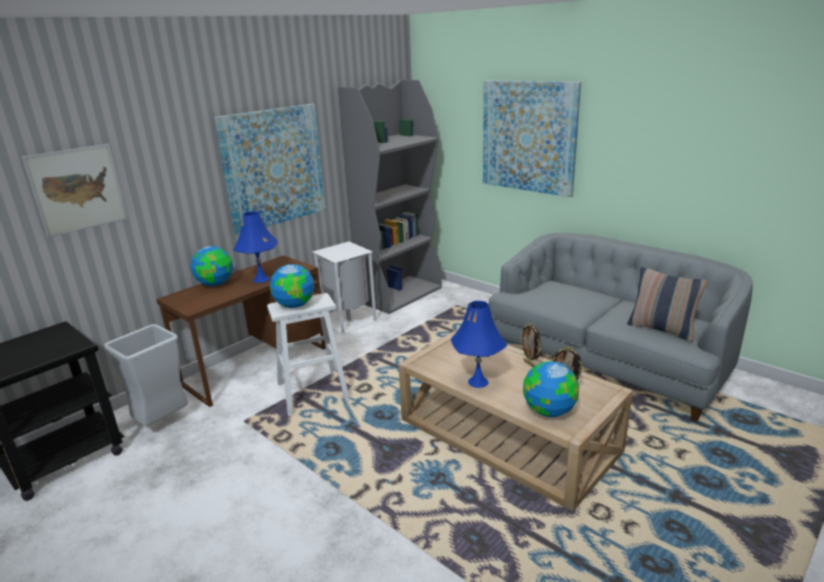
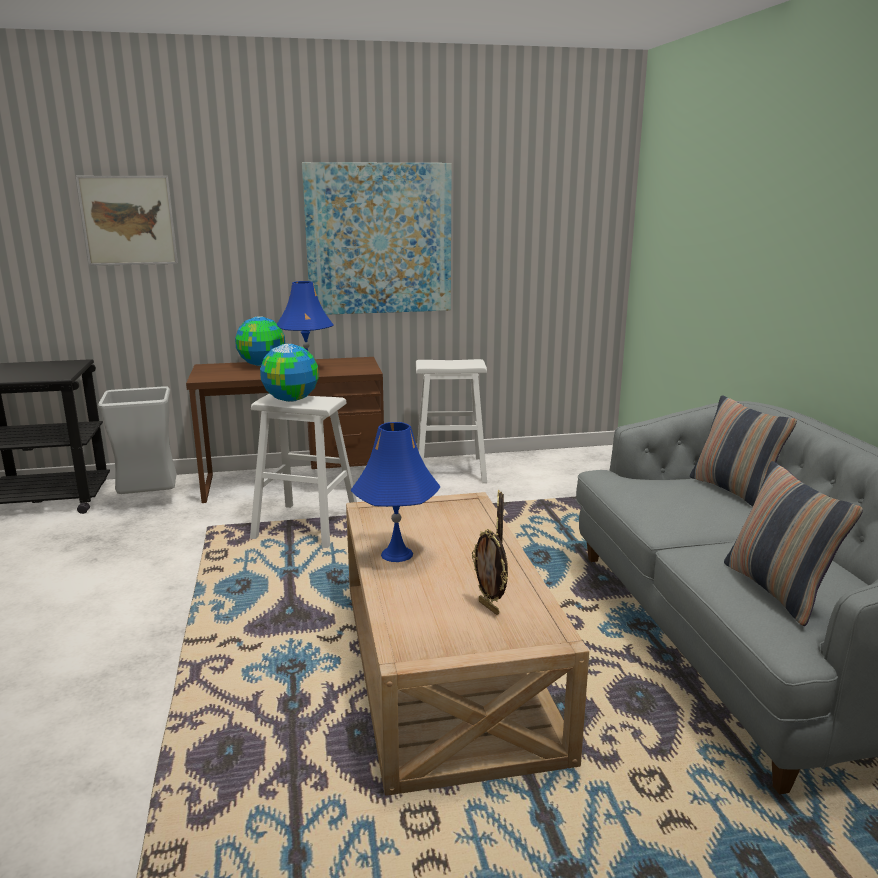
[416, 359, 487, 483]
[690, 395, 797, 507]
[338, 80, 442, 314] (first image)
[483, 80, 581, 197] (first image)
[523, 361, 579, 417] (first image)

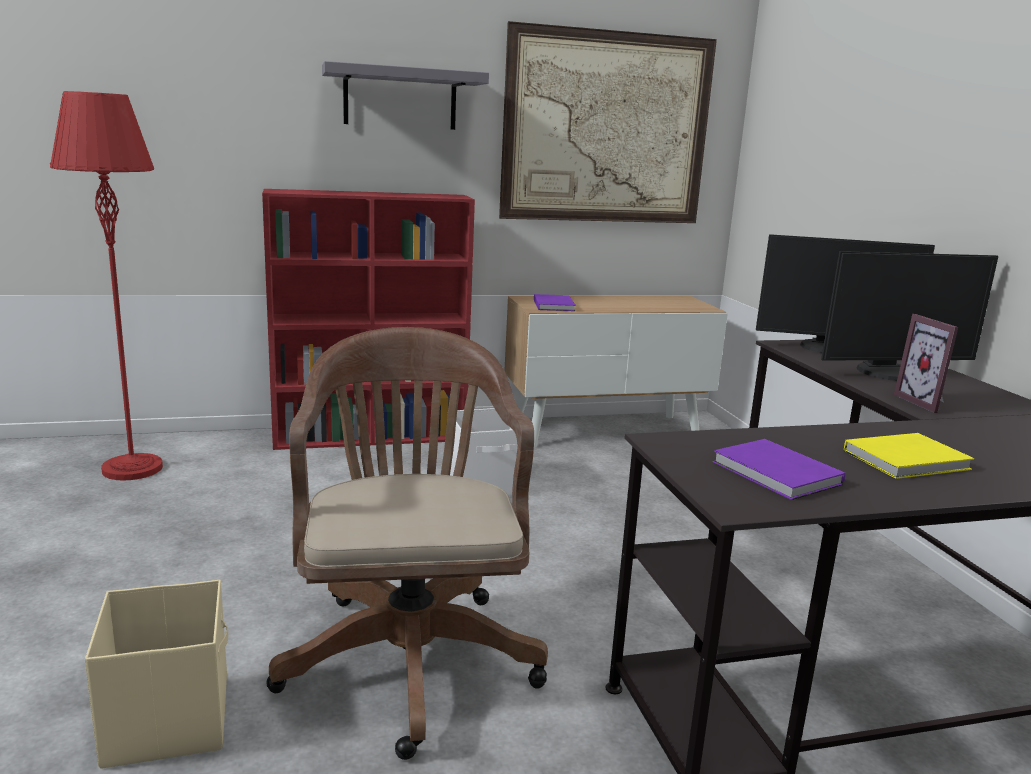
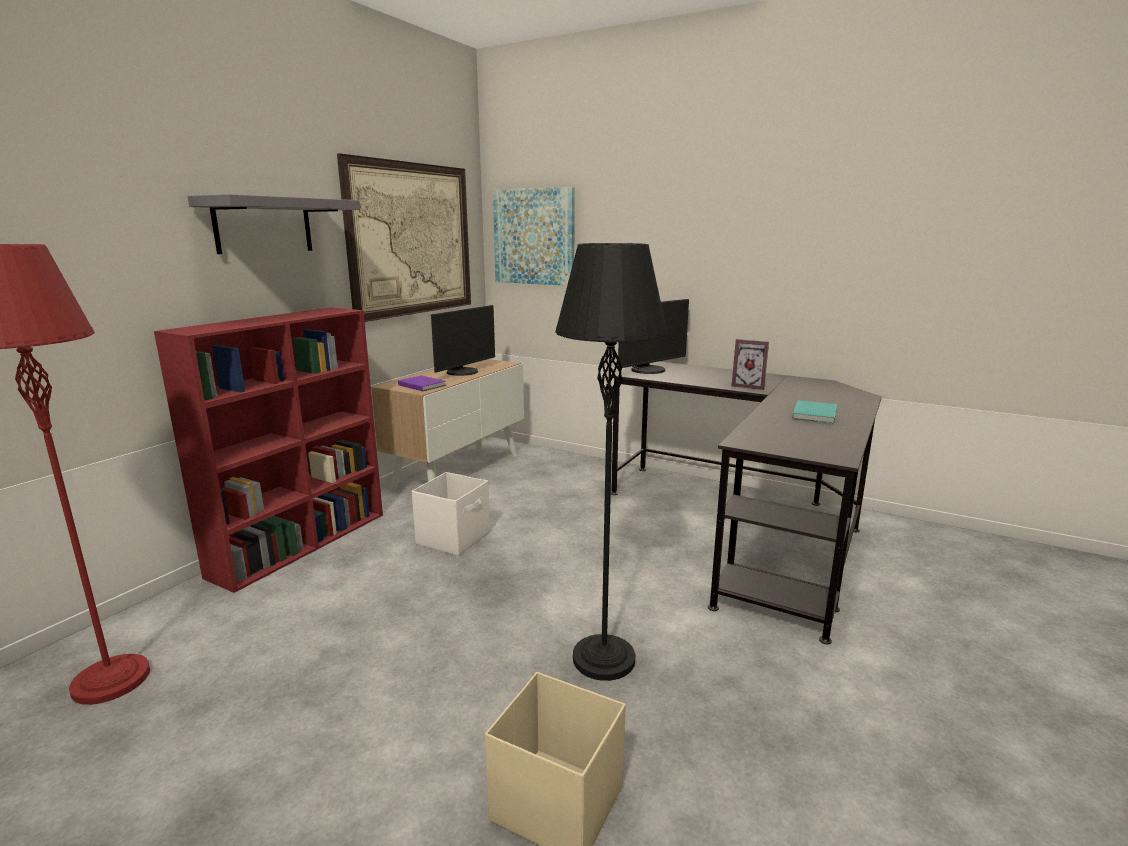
[431, 305, 495, 376]
[493, 187, 575, 286]
[555, 243, 667, 681]
[792, 400, 837, 424]
[713, 439, 845, 500] (first image)

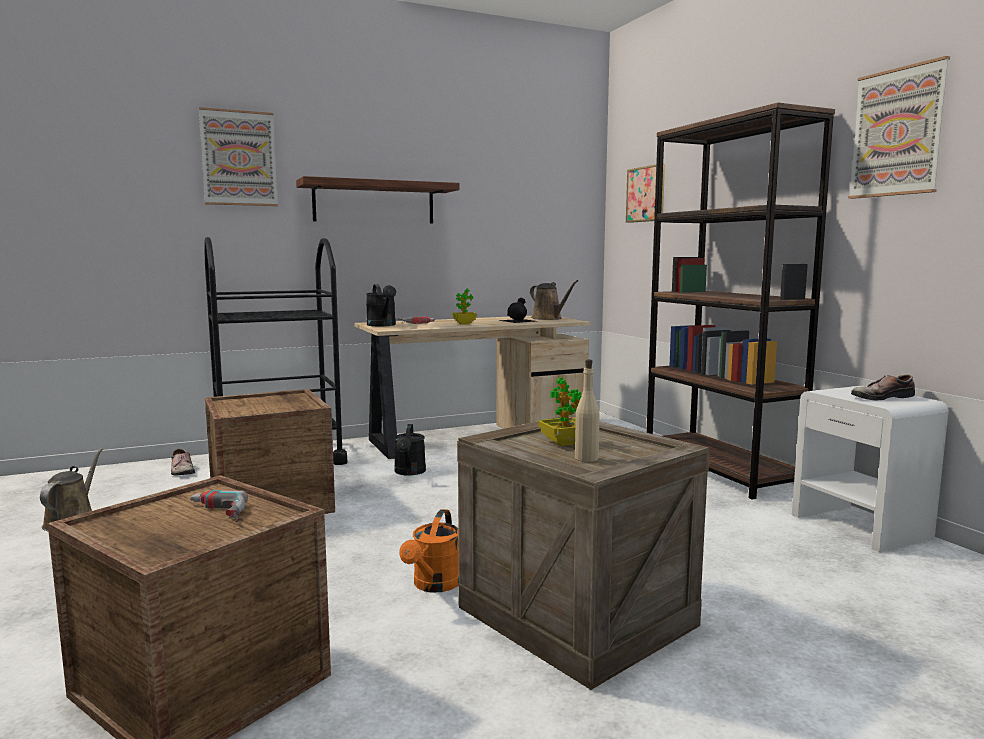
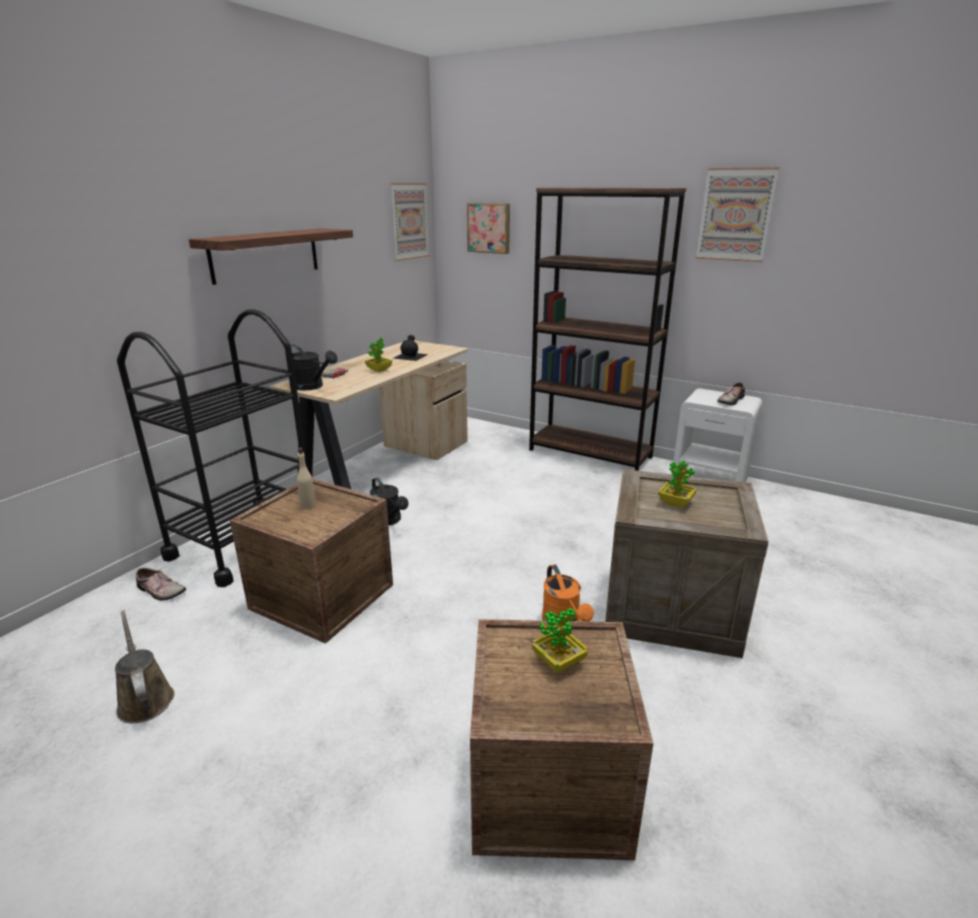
[297, 448, 316, 509]
[390, 183, 429, 261]
[532, 608, 588, 673]
[530, 280, 578, 320] (first image)

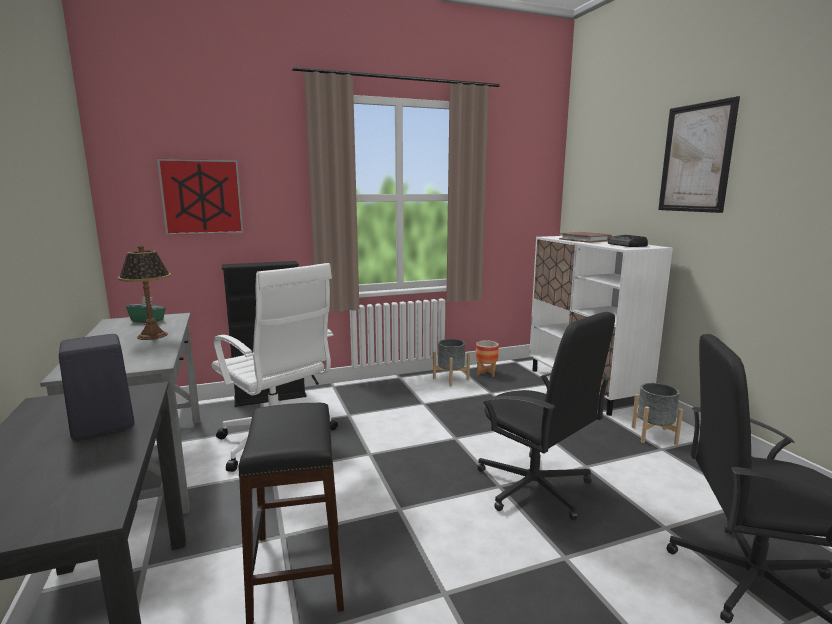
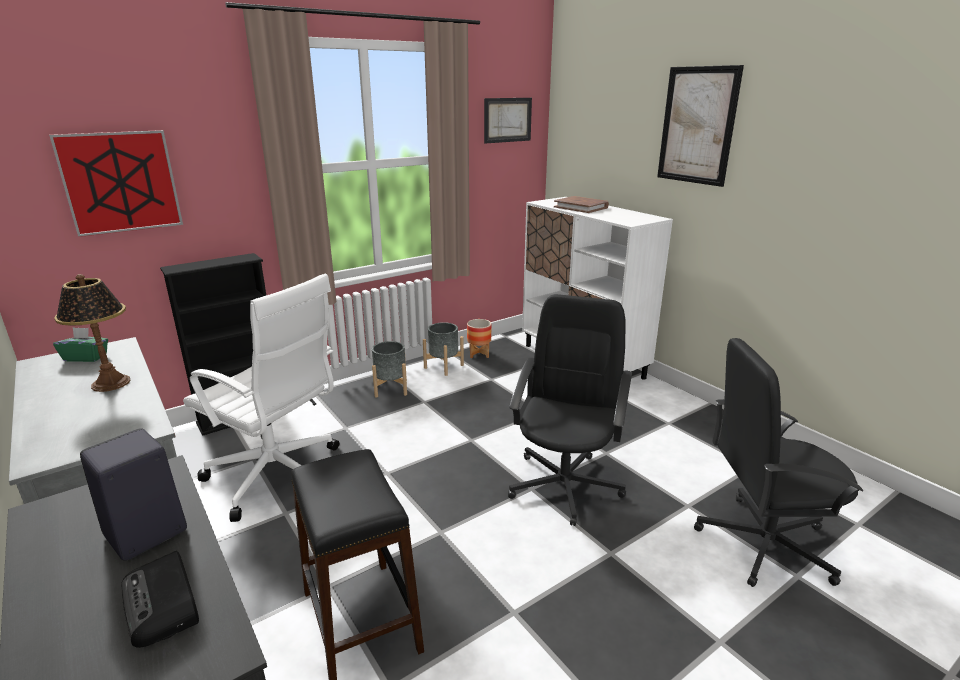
[121, 551, 199, 648]
[372, 341, 407, 398]
[484, 98, 532, 143]
[508, 294, 632, 526]

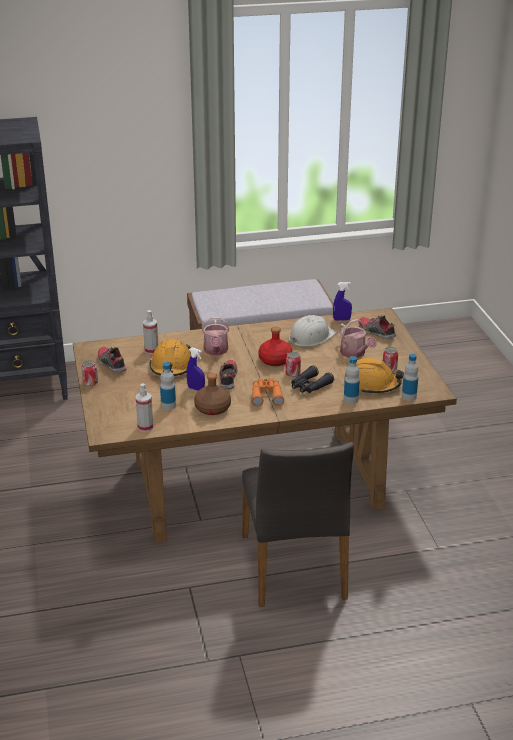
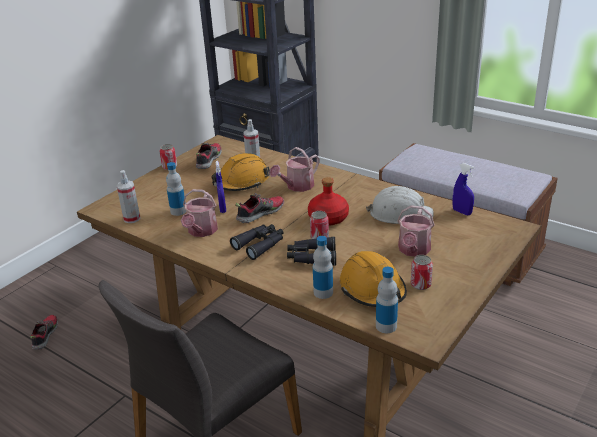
[30, 315, 58, 350]
[181, 189, 218, 237]
[230, 224, 284, 260]

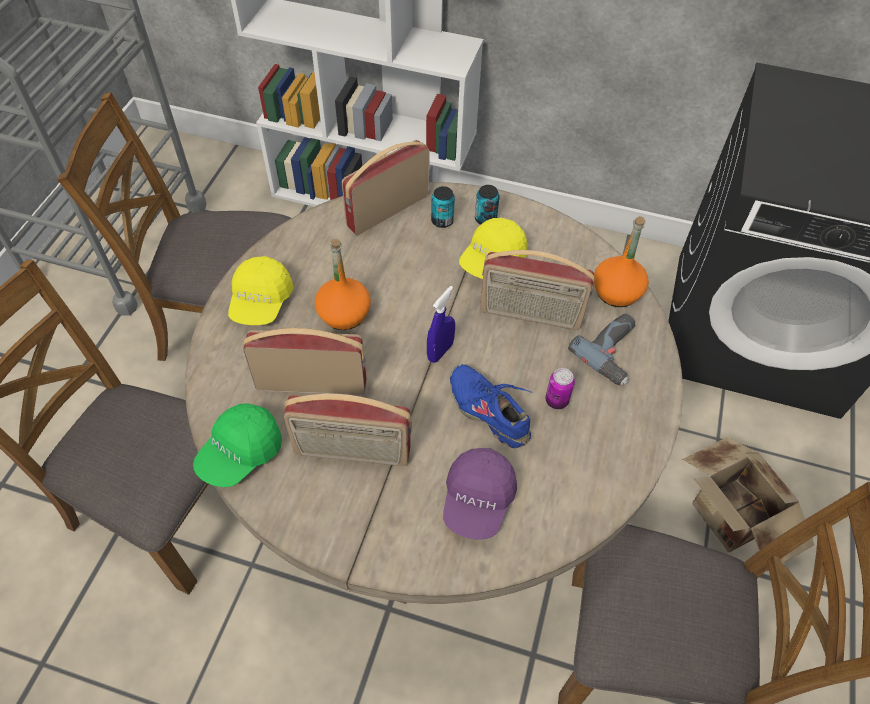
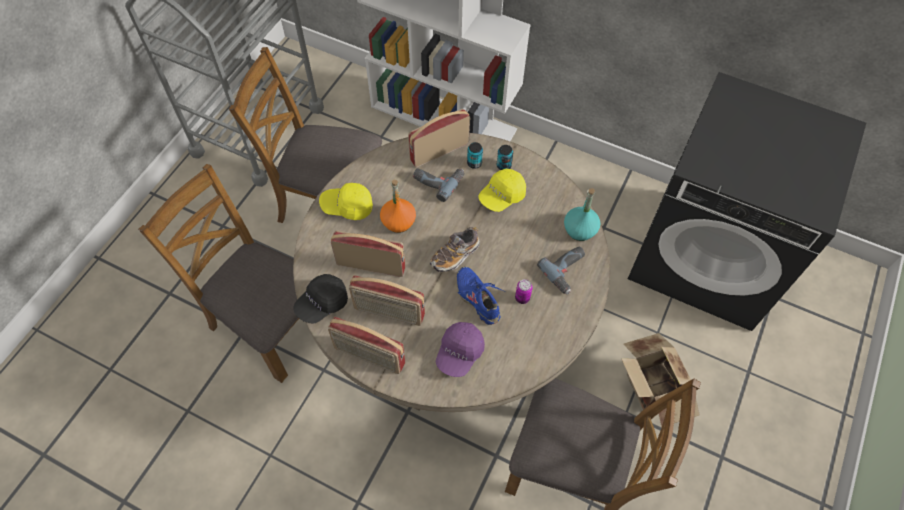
[293, 274, 348, 324]
[319, 183, 373, 220]
[328, 317, 405, 374]
[413, 168, 464, 202]
[430, 227, 480, 272]
[564, 188, 600, 241]

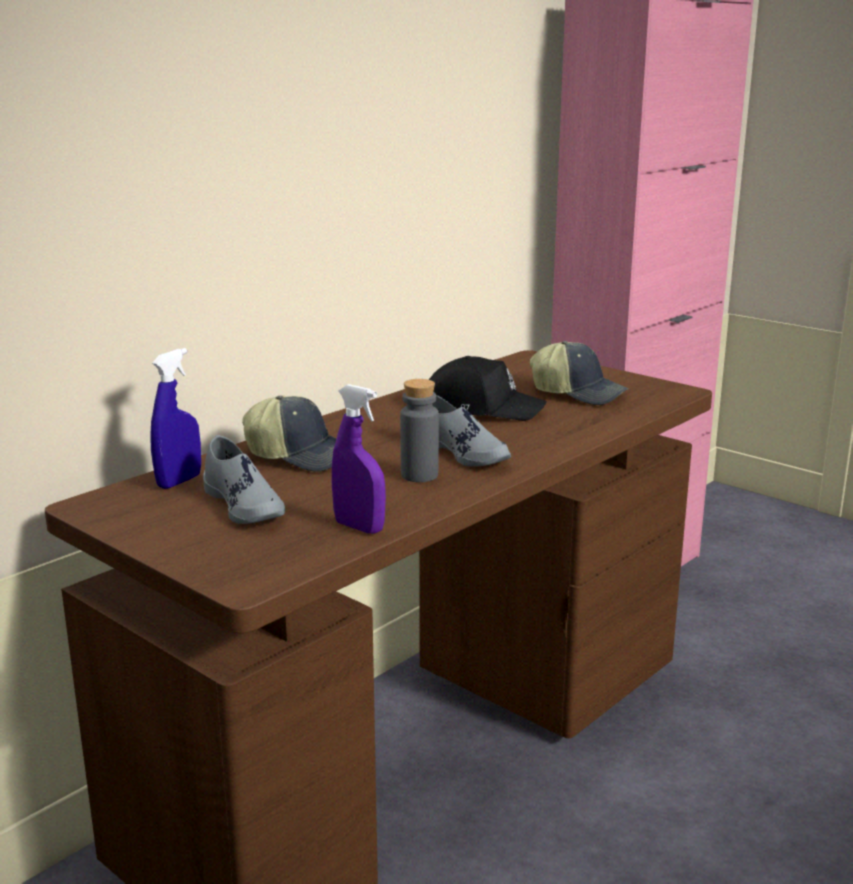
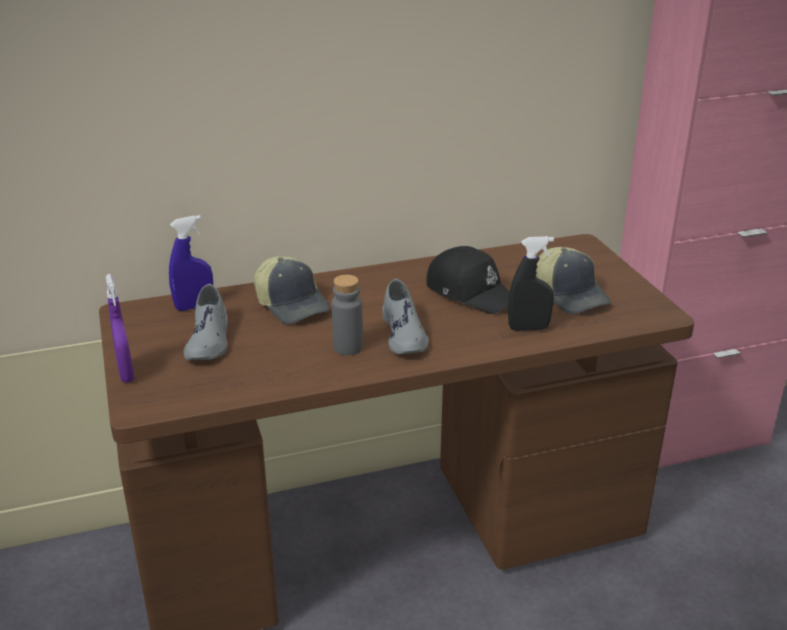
[106, 274, 135, 383]
[508, 236, 554, 331]

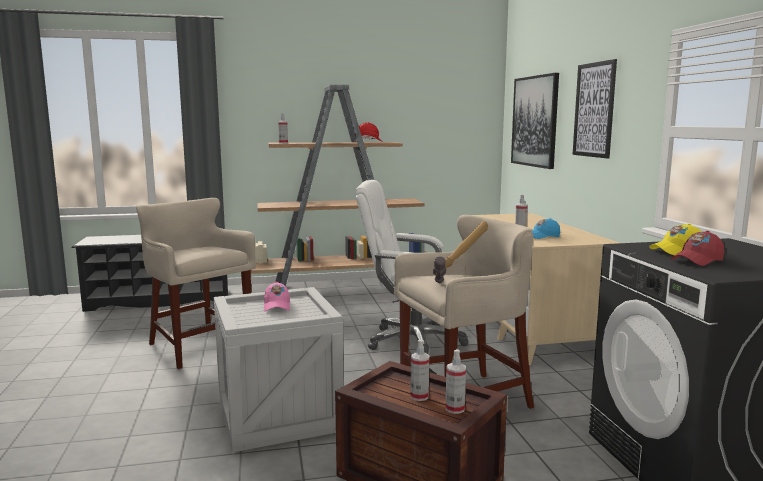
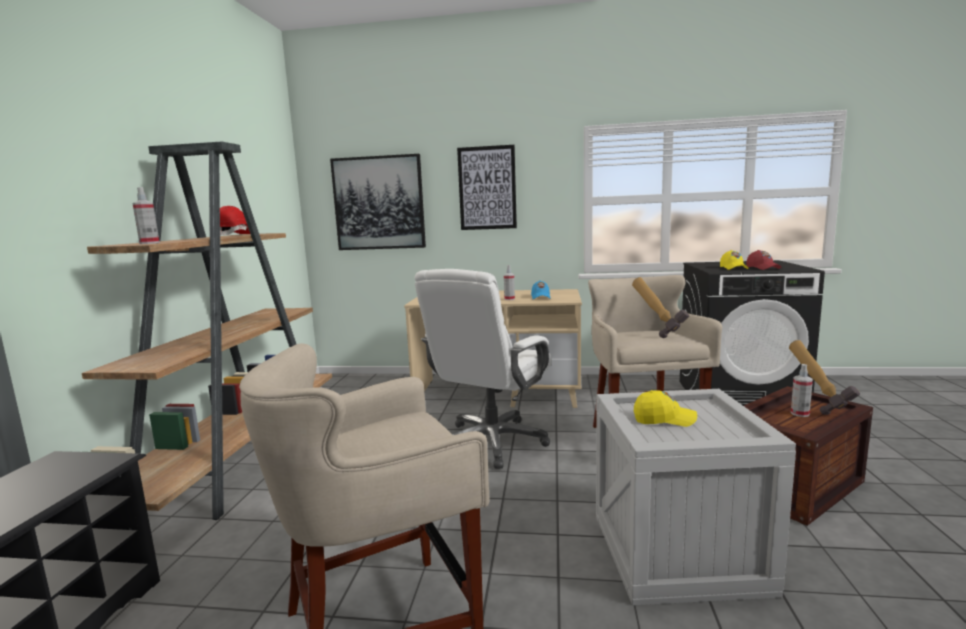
[634, 390, 697, 427]
[789, 340, 860, 415]

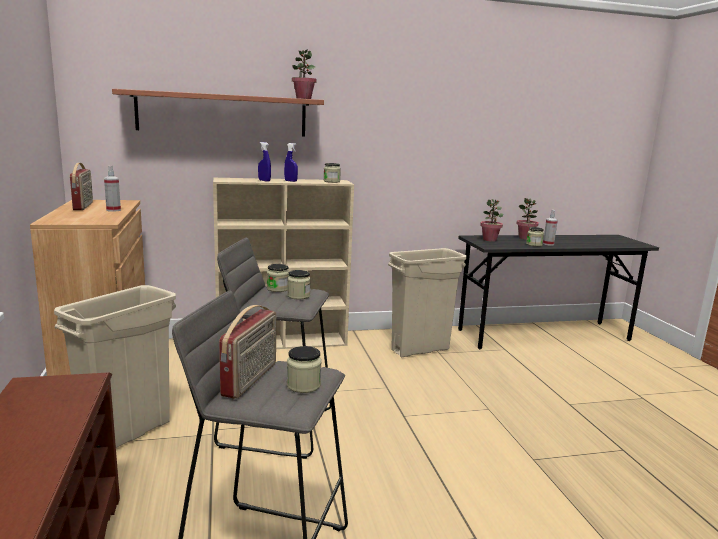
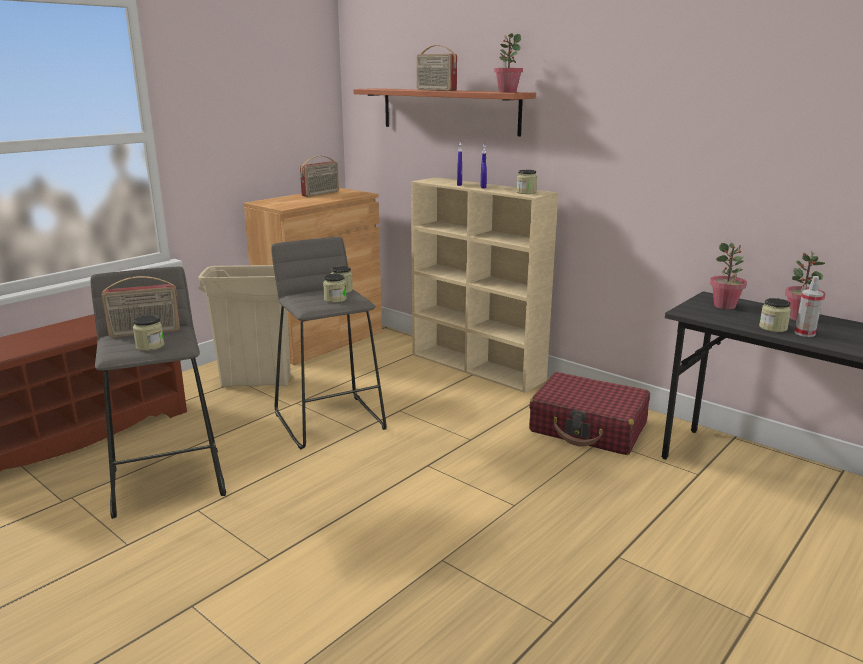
[417, 45, 457, 91]
[529, 372, 650, 455]
[104, 166, 121, 212] (first image)

